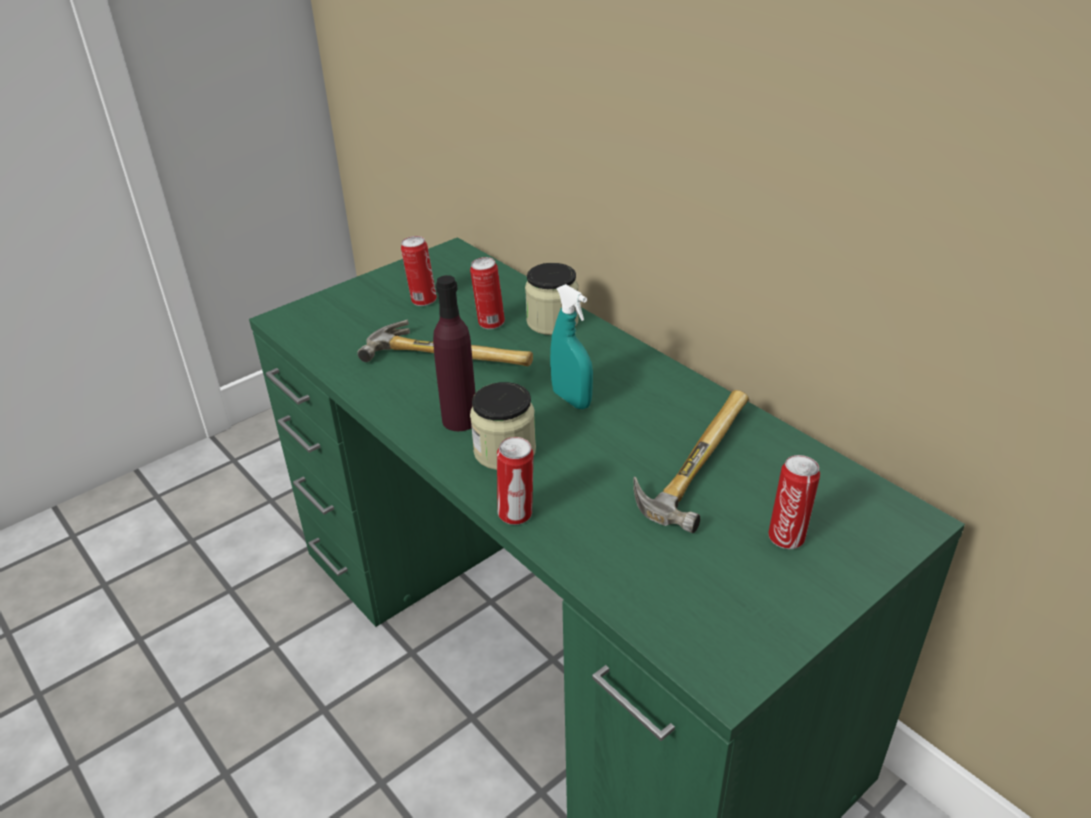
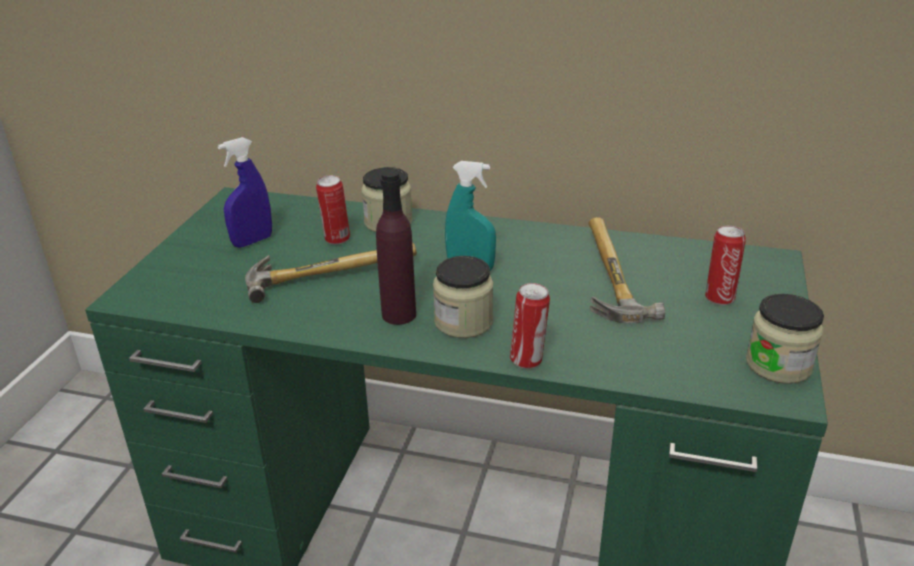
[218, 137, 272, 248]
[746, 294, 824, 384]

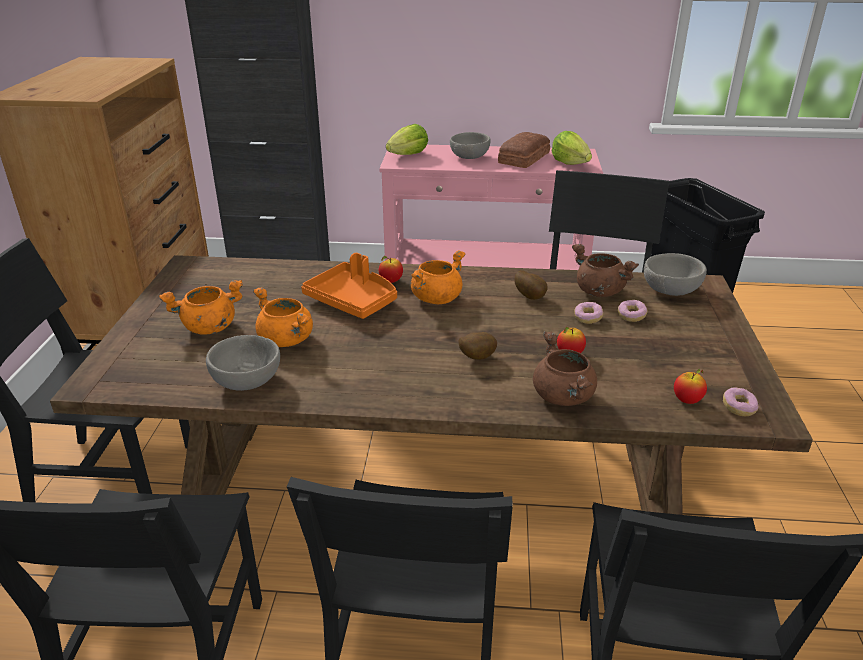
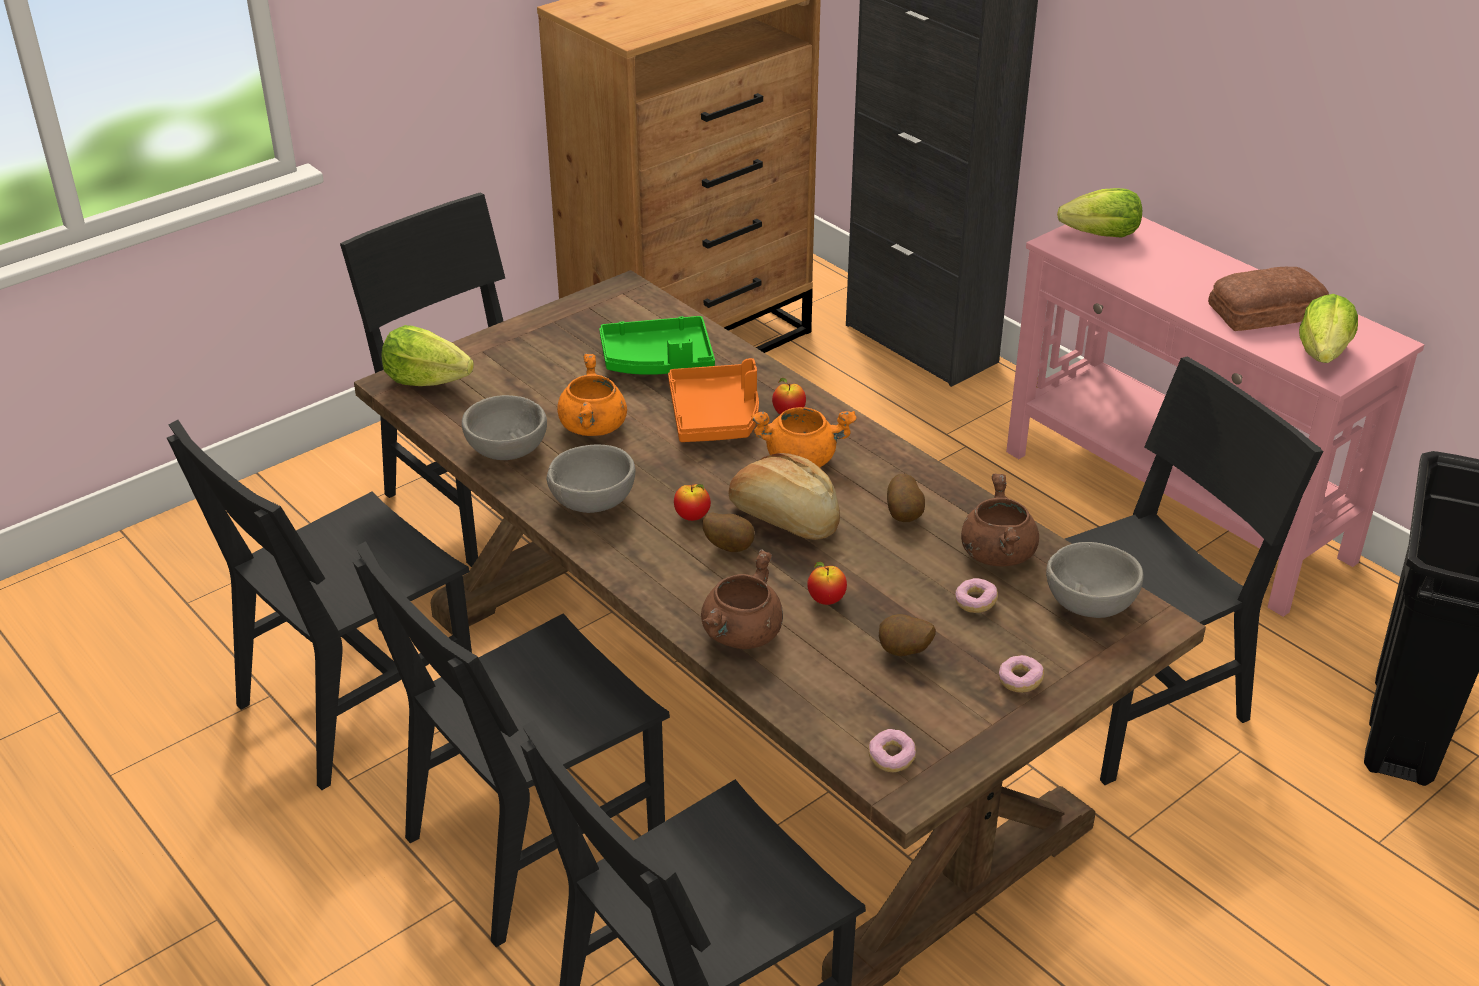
[382, 325, 474, 386]
[547, 445, 635, 513]
[599, 316, 715, 375]
[674, 484, 711, 521]
[728, 453, 840, 540]
[879, 614, 936, 656]
[998, 655, 1044, 693]
[159, 280, 243, 335] (first image)

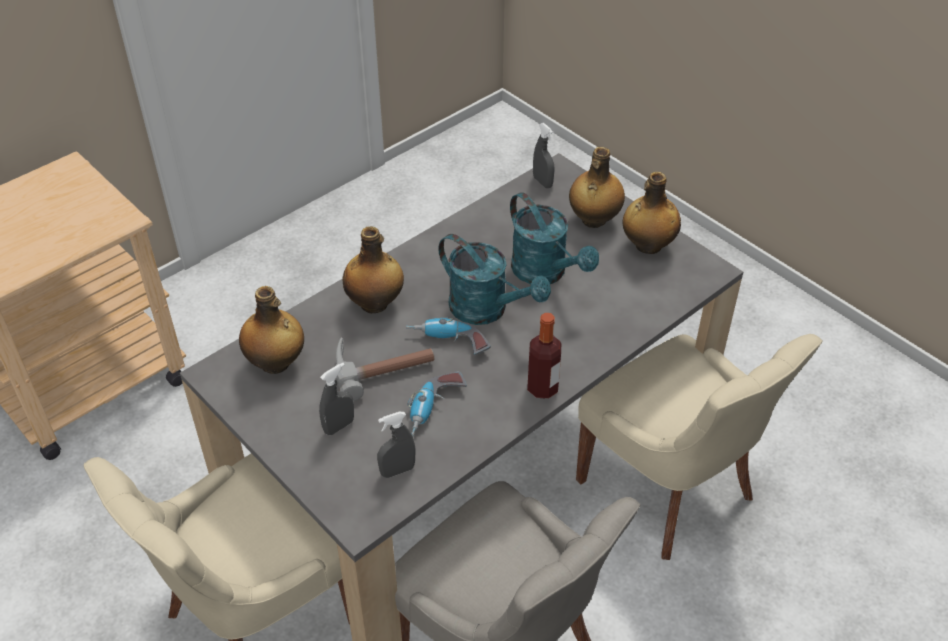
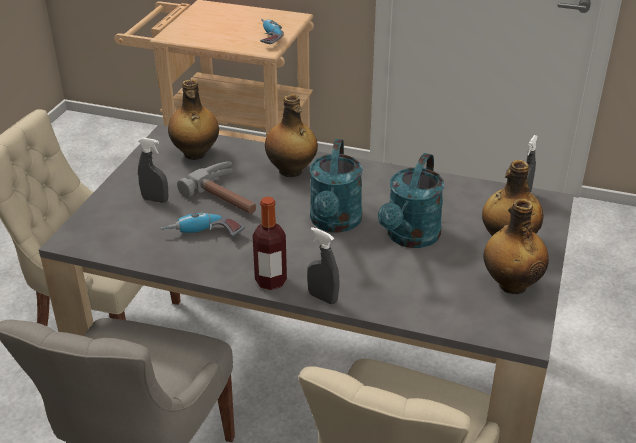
[260, 19, 284, 44]
[307, 227, 340, 304]

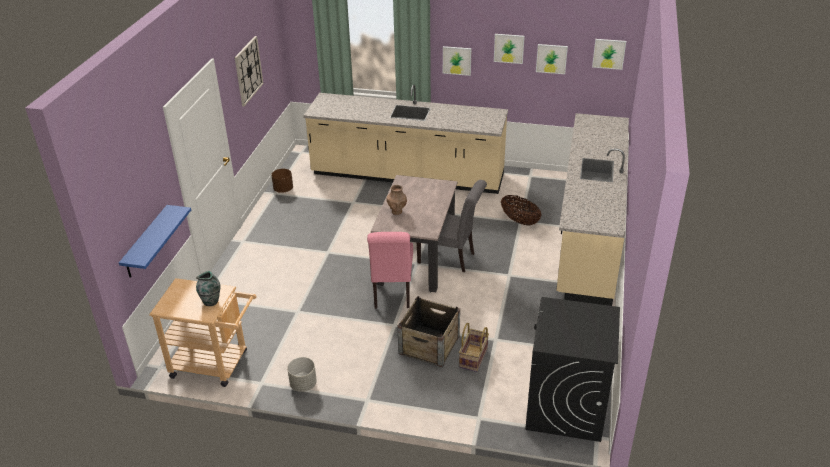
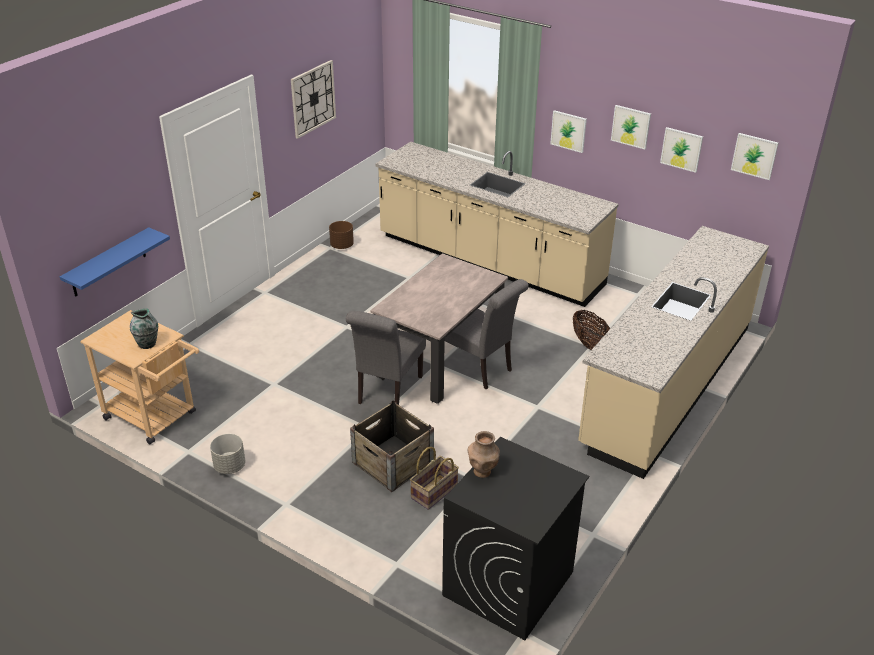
[346, 311, 426, 405]
[468, 431, 500, 478]

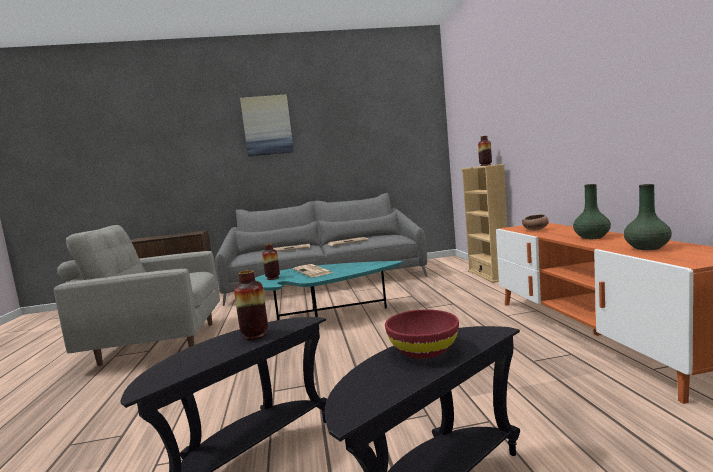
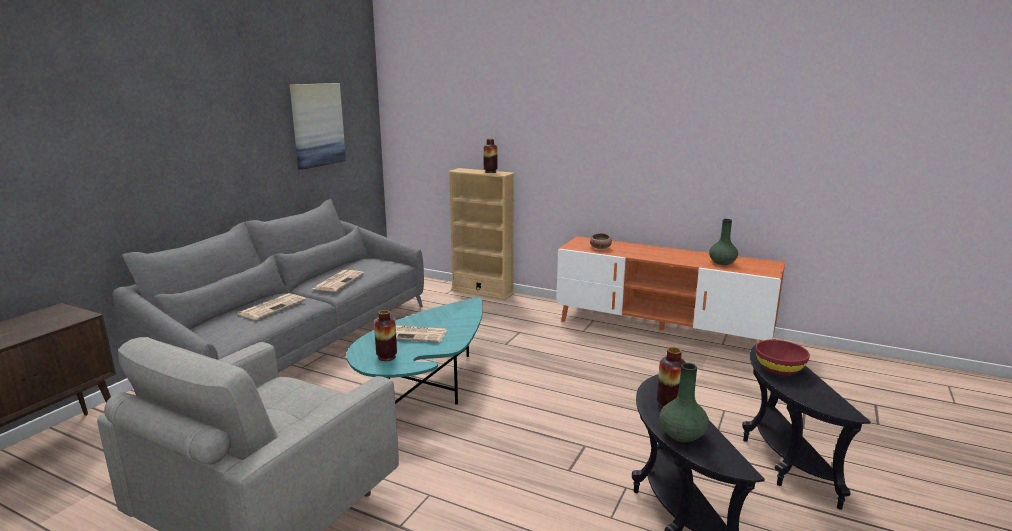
[290, 83, 346, 170]
[659, 363, 709, 442]

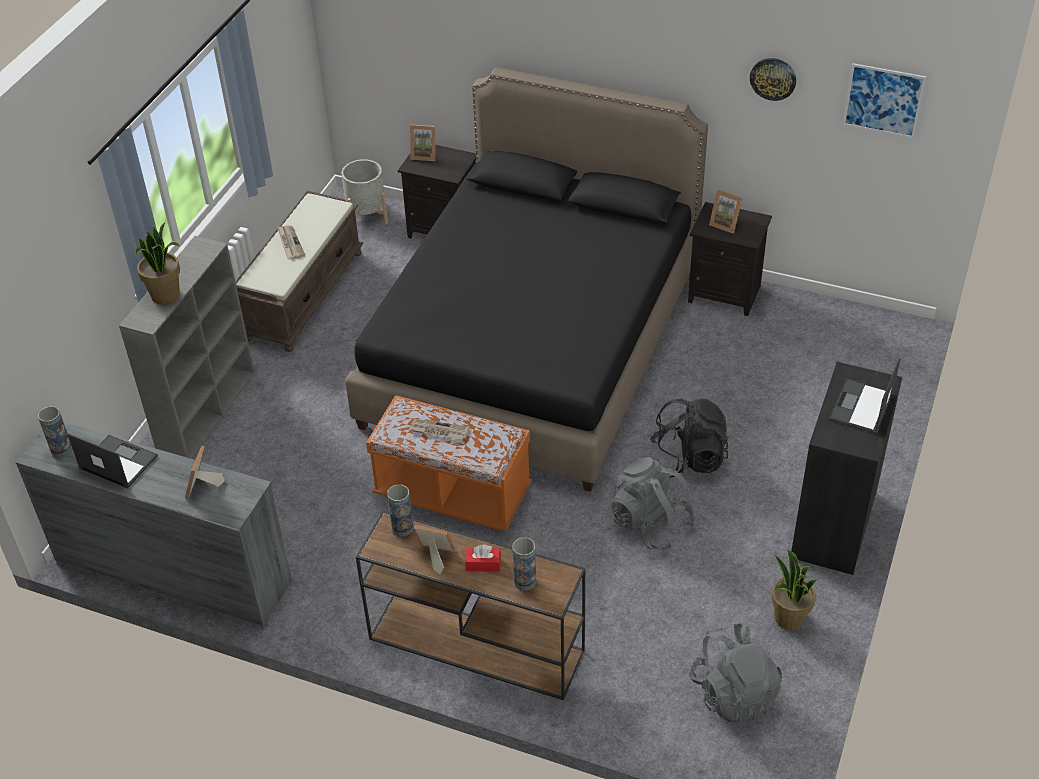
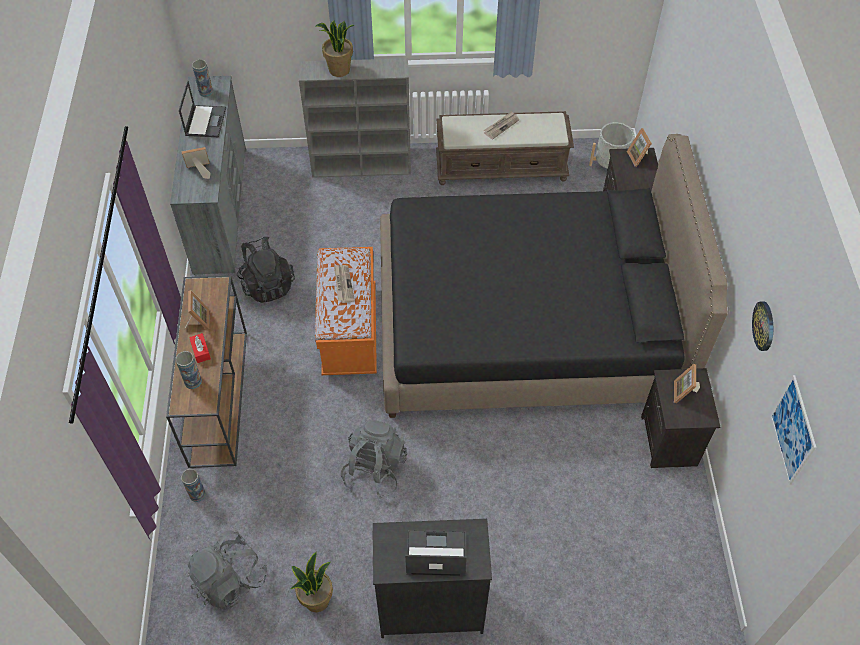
[181, 469, 206, 502]
[237, 237, 295, 303]

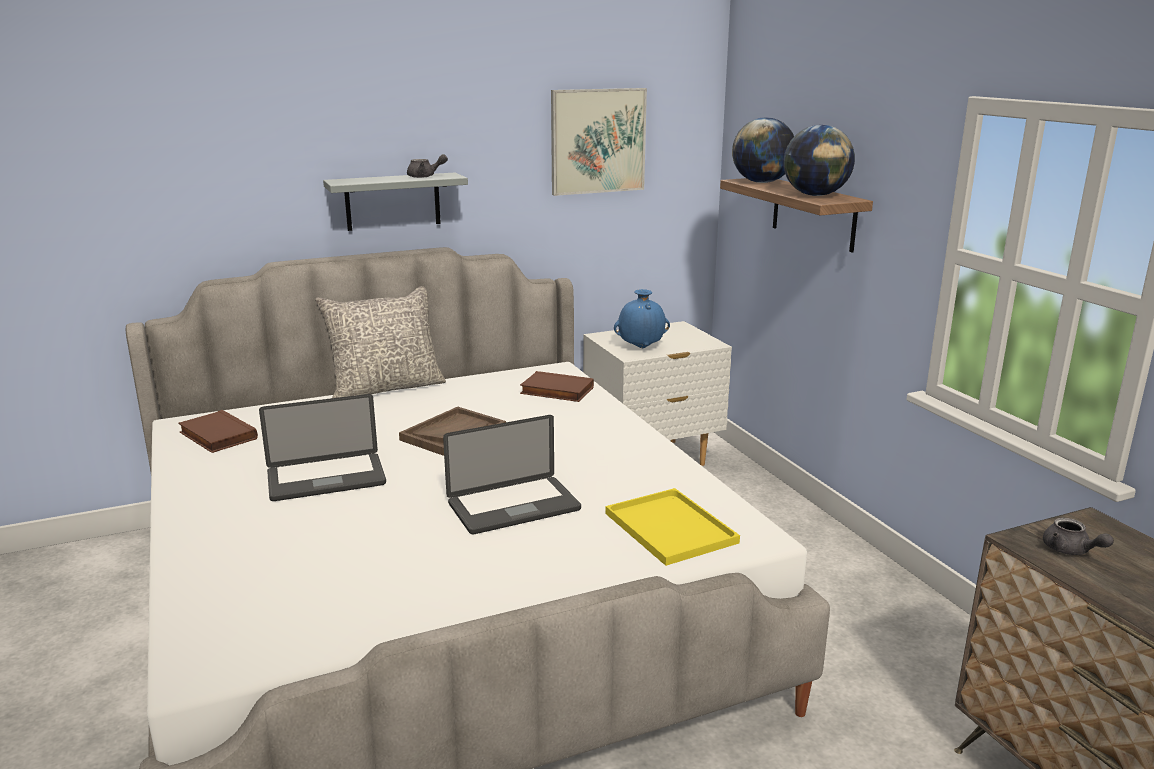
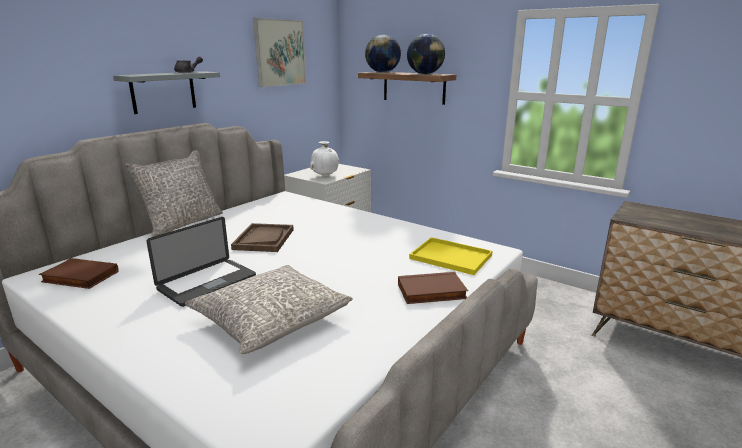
[185, 265, 353, 354]
[310, 141, 339, 177]
[398, 272, 468, 304]
[443, 415, 581, 535] (first image)
[1043, 518, 1114, 555] (first image)

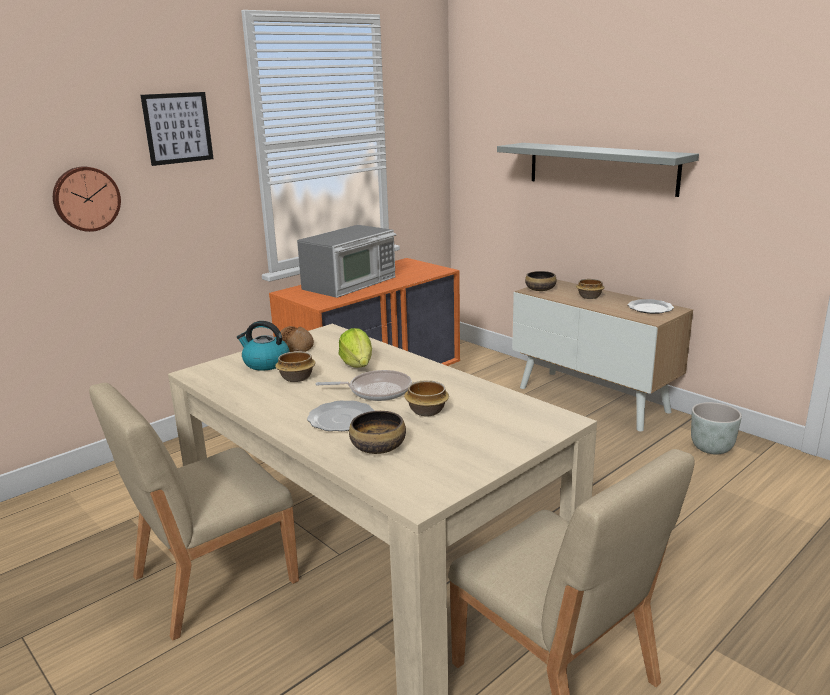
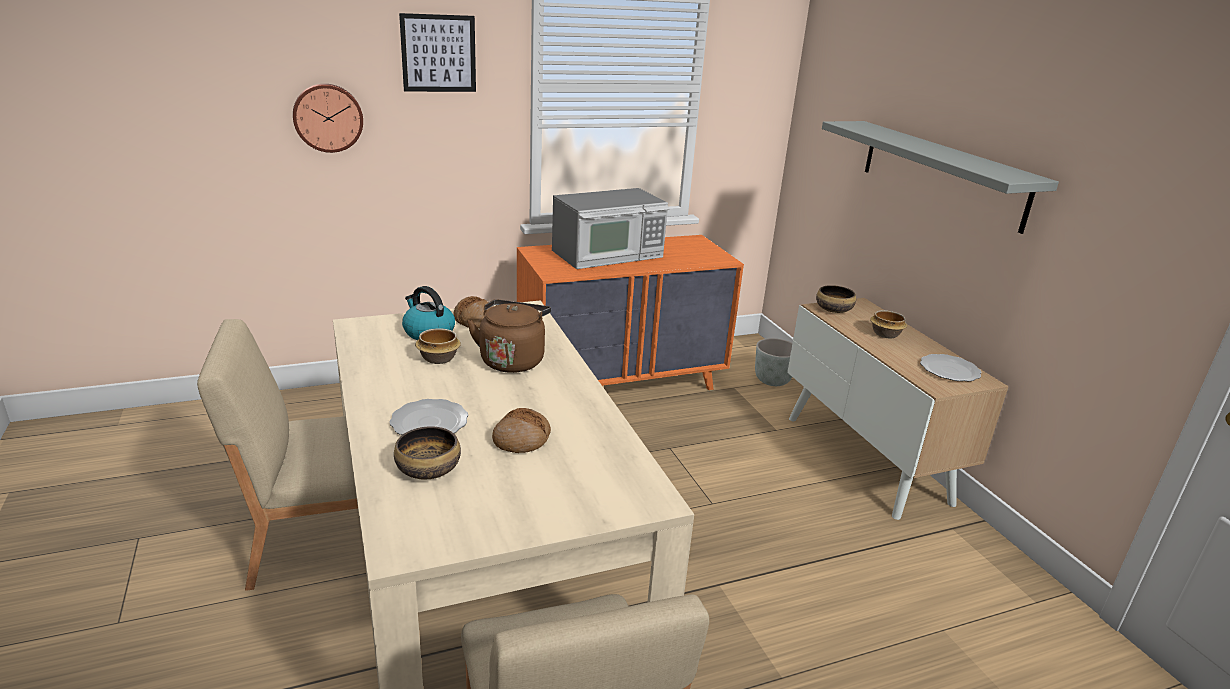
[467, 299, 551, 373]
[492, 408, 551, 453]
[755, 338, 792, 386]
[315, 370, 412, 401] (first image)

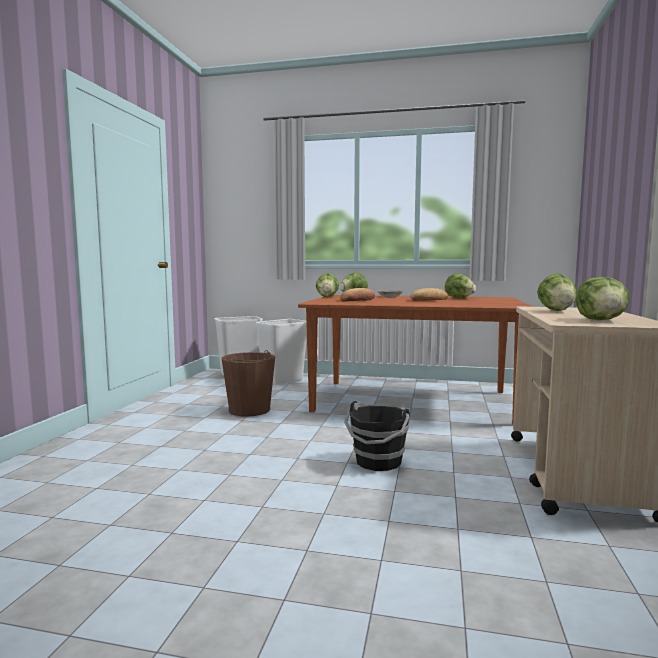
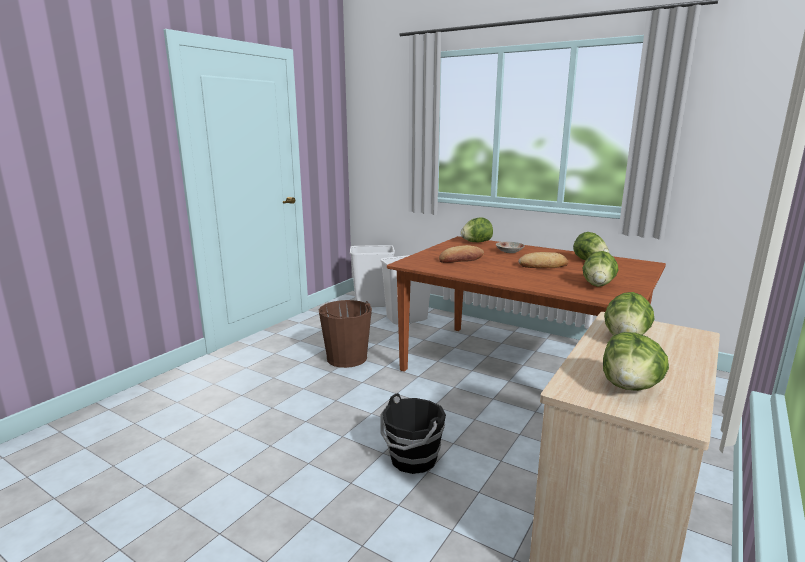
[583, 251, 618, 287]

